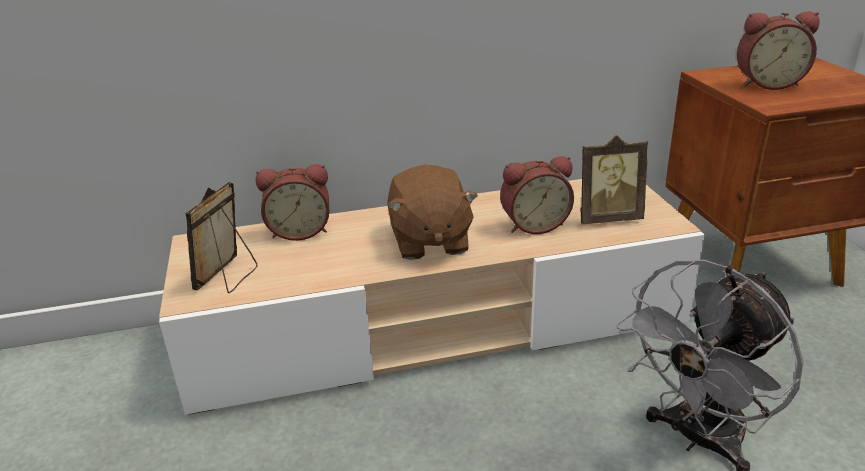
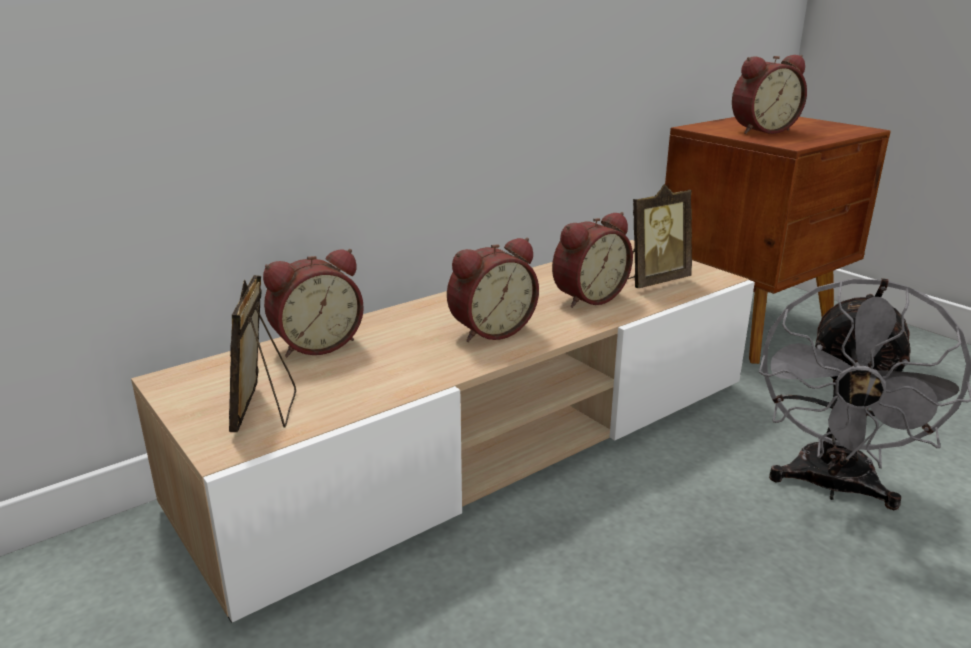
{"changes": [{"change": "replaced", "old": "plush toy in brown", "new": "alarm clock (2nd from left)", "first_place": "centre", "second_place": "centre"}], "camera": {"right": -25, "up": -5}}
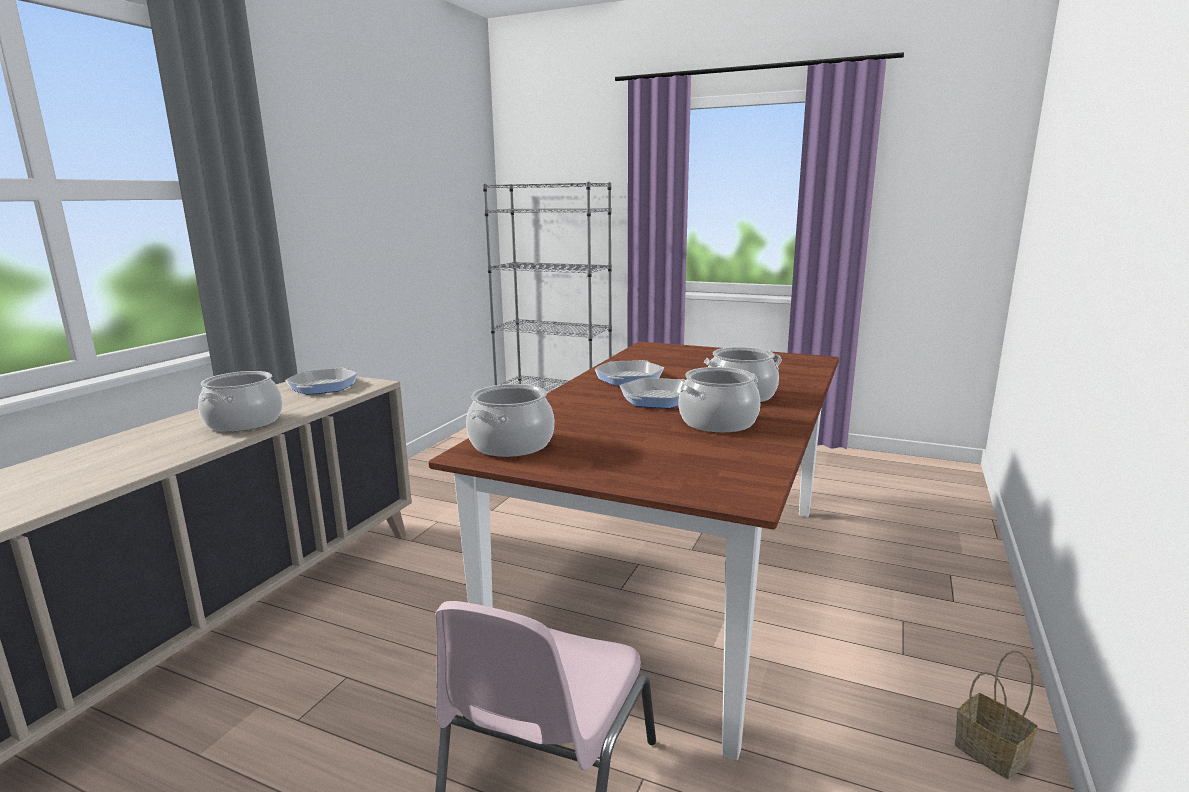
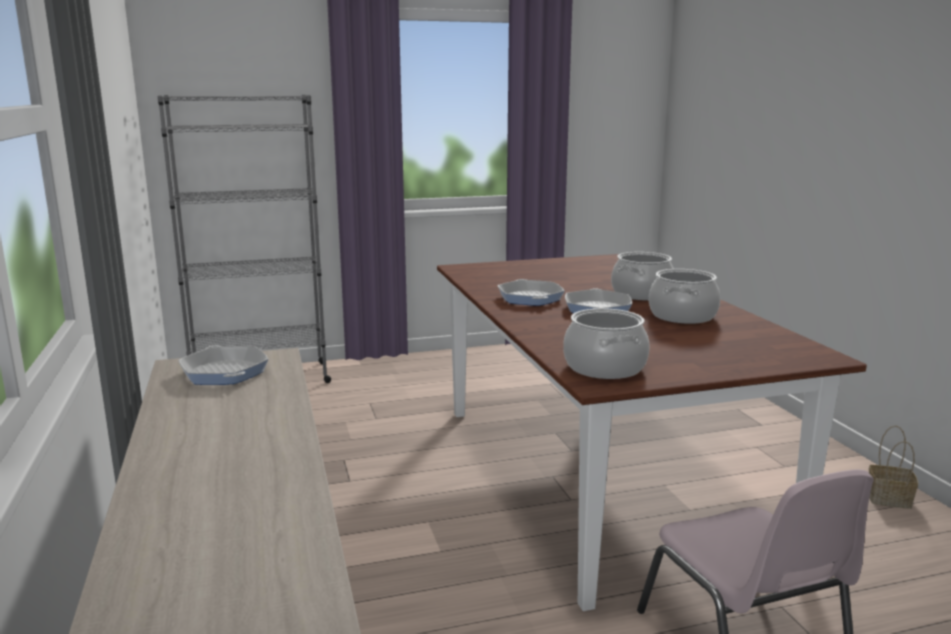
{"changes": [{"change": "removed", "old": "cooking pot (1st from left)", "first_place": "middle left"}], "camera": {"right": -40, "up": 0}}
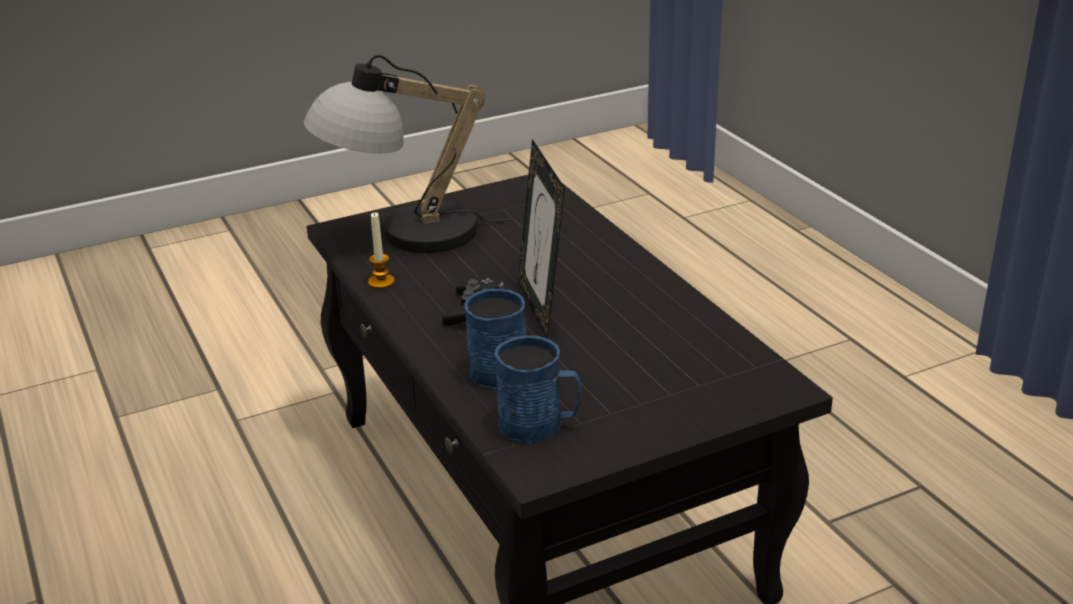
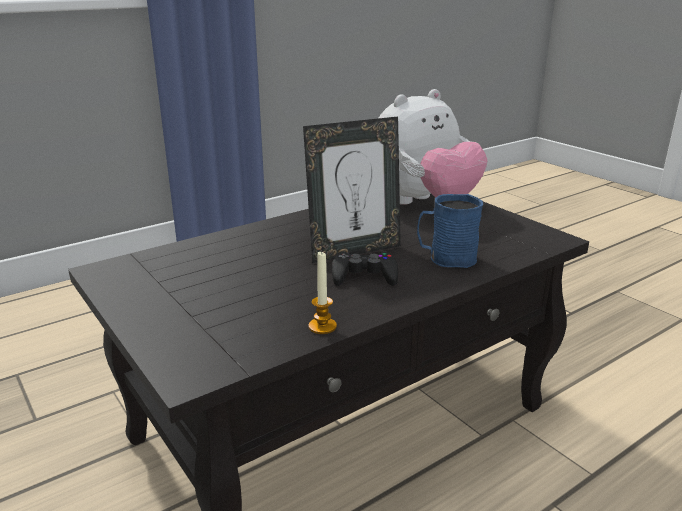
{"changes": [{"change": "removed", "old": "table lamp", "first_place": "top centre"}, {"change": "removed", "old": "mug in blue (2nd from left)", "first_place": "centre"}, {"change": "added", "new": "plush toy", "second_place": "top centre"}], "camera": {"right": -100, "up": -5}}
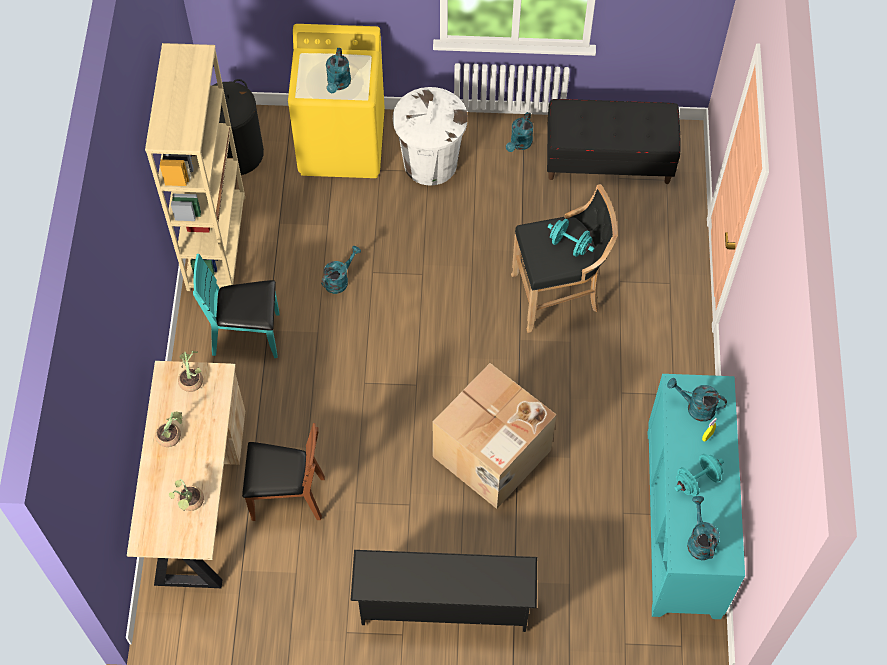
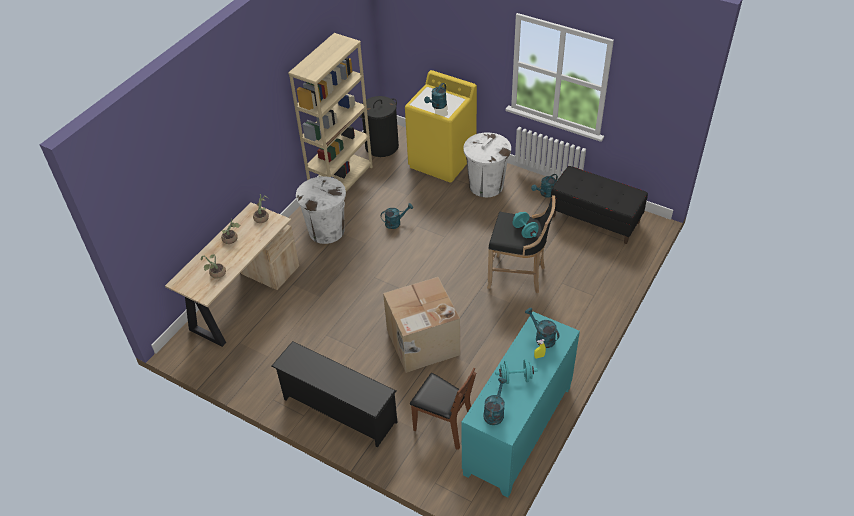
{"changes": [{"change": "replaced", "old": "chair in turquoise", "new": "trash can in white (1st from left)", "first_place": "middle left", "second_place": "centre"}, {"change": "moved", "old": "chair in brown", "first_place": "bottom left", "second_place": "bottom centre"}], "camera": {"right": 30, "up": -15}}
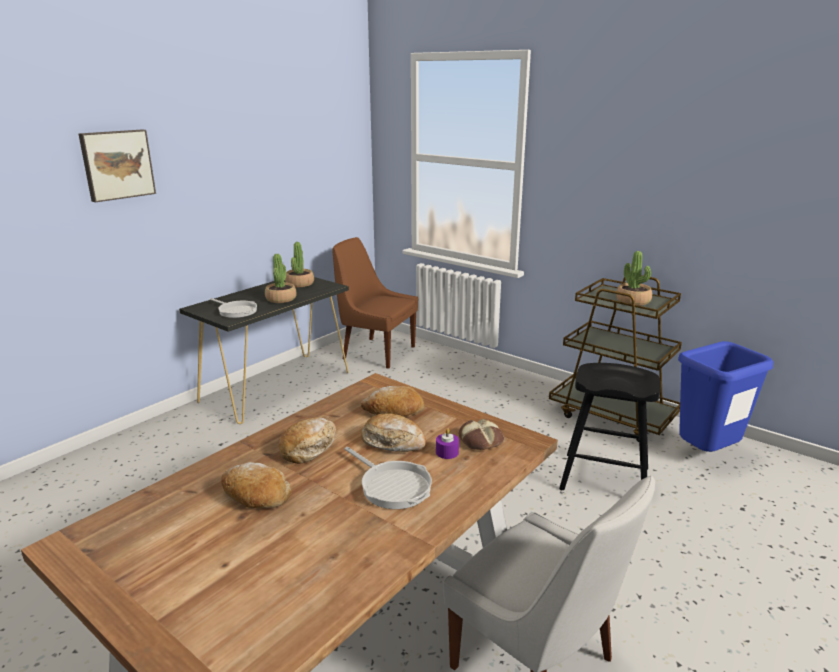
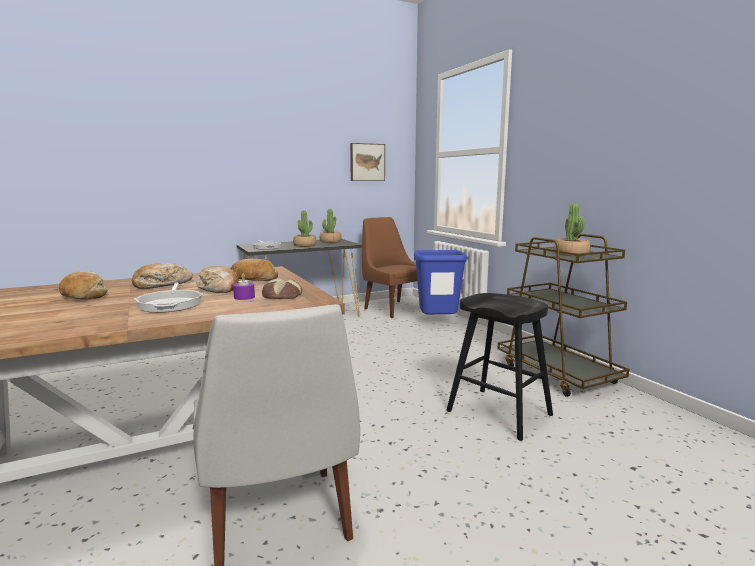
{"changes": [{"change": "moved", "old": "picture", "first_place": "top left", "second_place": "top centre"}, {"change": "moved", "old": "trash can in blue", "first_place": "middle right", "second_place": "centre"}], "camera": {"right": 25, "up": -10}}
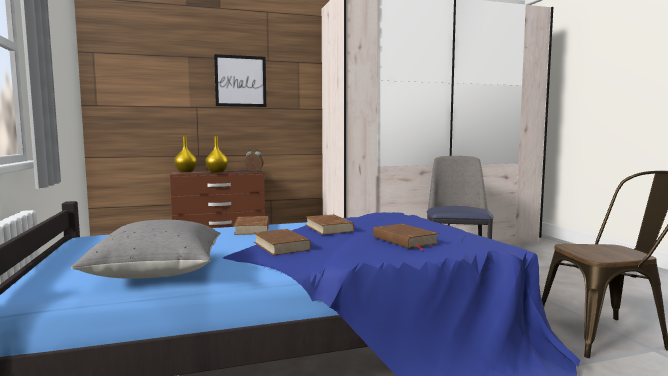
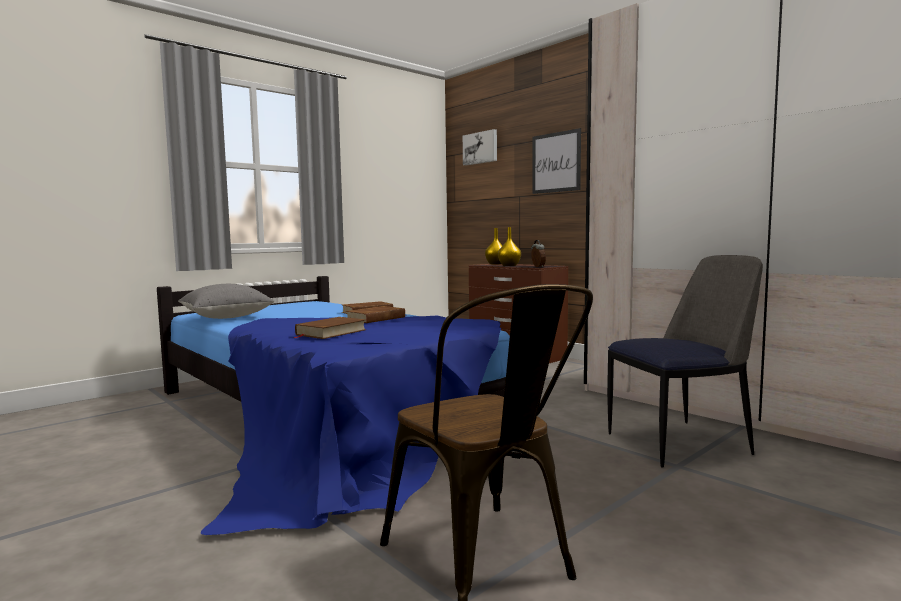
{"changes": [{"change": "removed", "old": "book in brown (2nd from left)", "first_place": "centre"}, {"change": "added", "new": "picture (1st from left)", "second_place": "top centre"}], "camera": {"right": 65, "up": 0}}
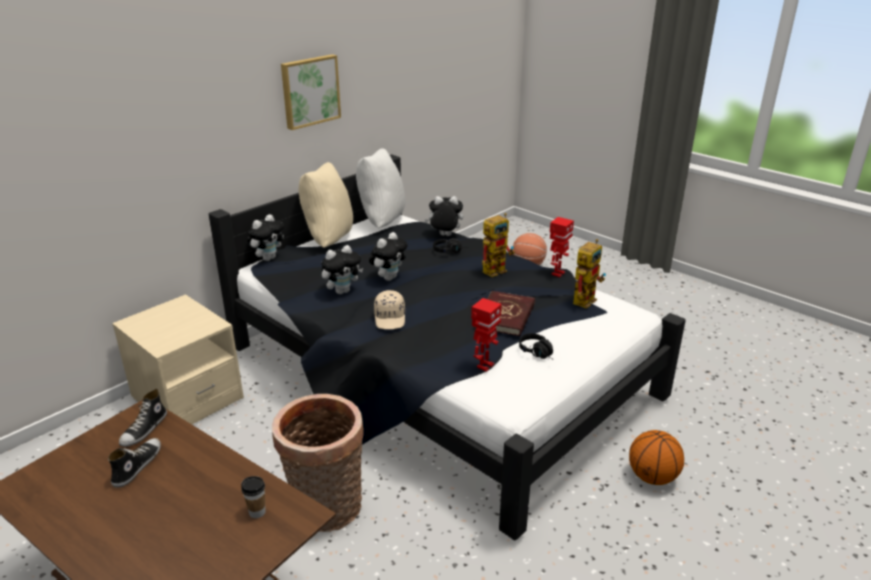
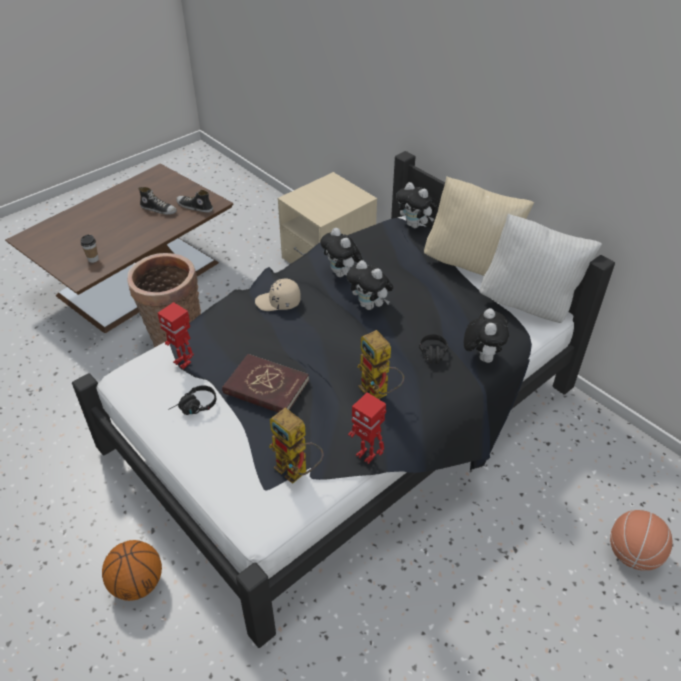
{"changes": [{"change": "removed", "old": "picture", "first_place": "top centre"}], "camera": {"right": 95, "up": 15}}
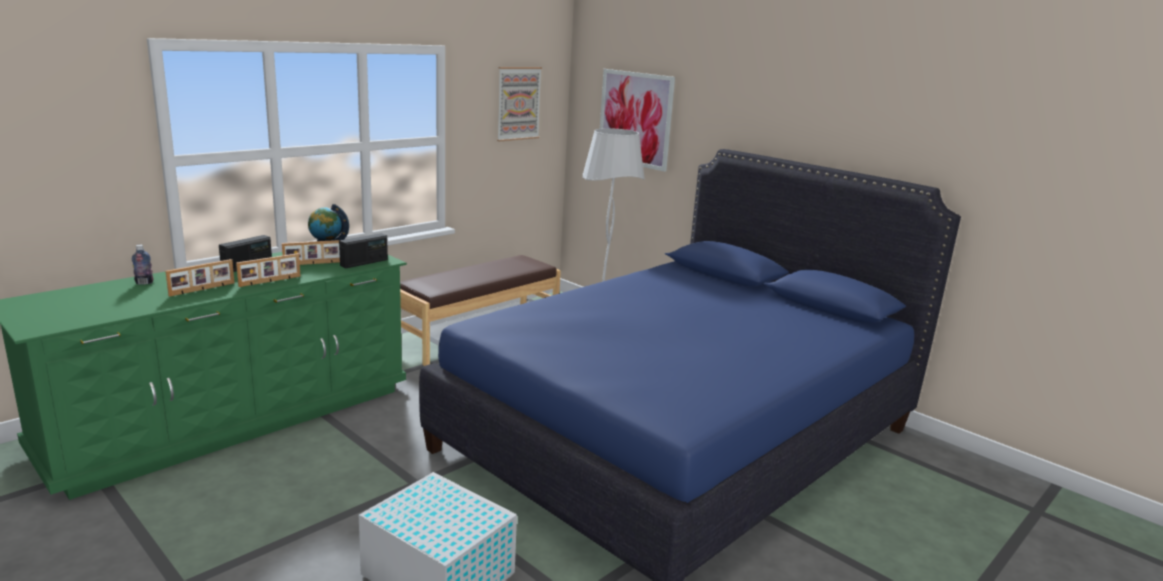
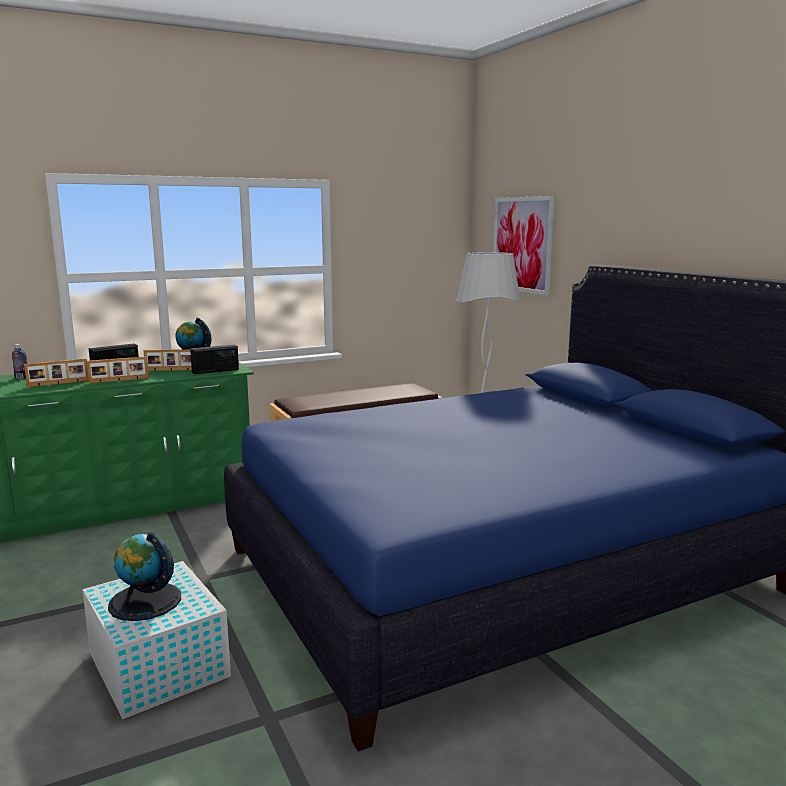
{"changes": [{"change": "removed", "old": "picture (1st from left)", "first_place": "top centre"}, {"change": "added", "new": "globe (1st from left)", "second_place": "bottom left"}], "camera": {"right": 20, "up": -5}}
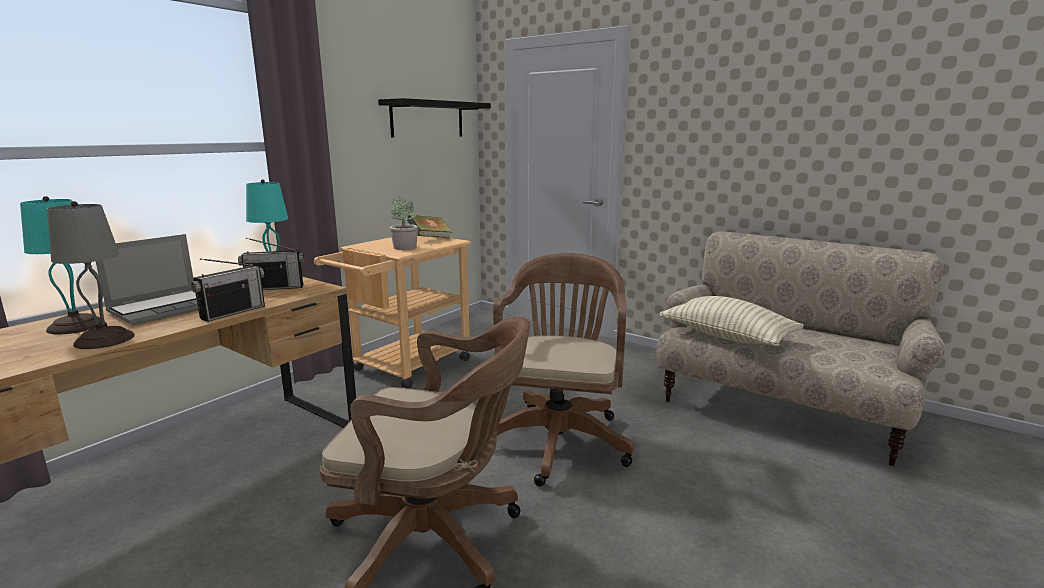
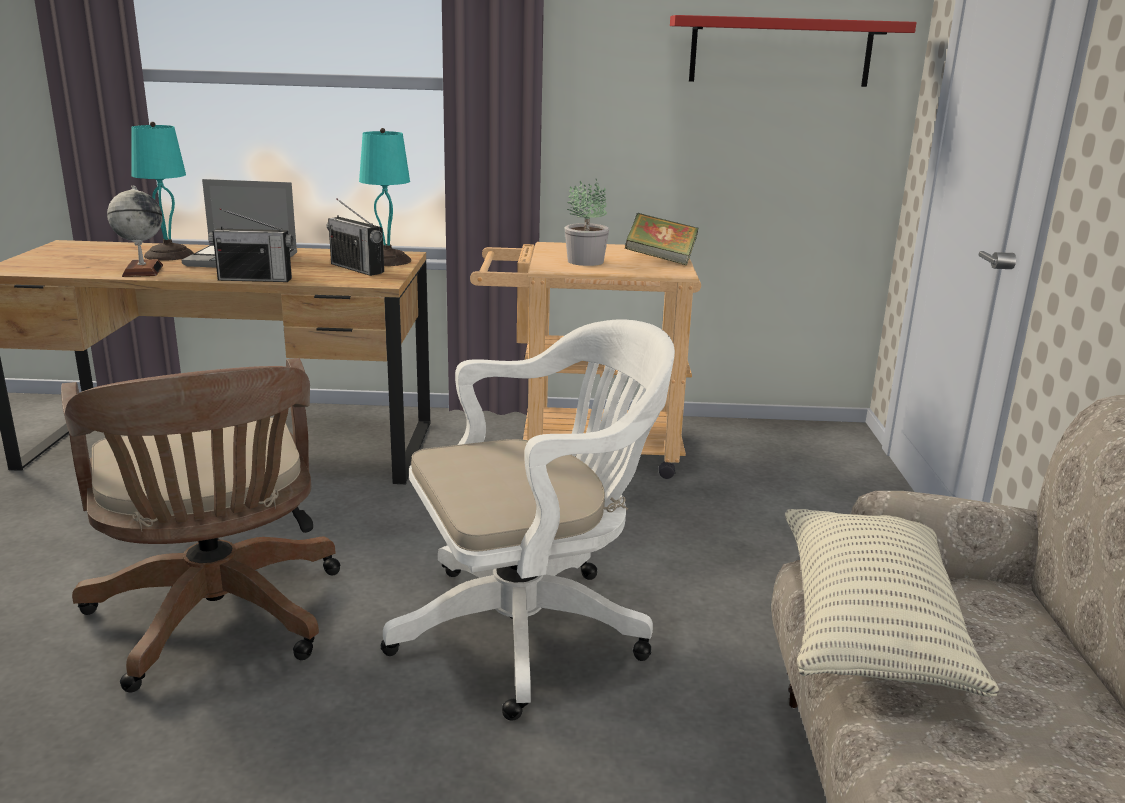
{"changes": [{"change": "recoloured", "old": "shelf in black", "new": "shelf in red", "first_place": "top centre", "second_place": "top right"}, {"change": "replaced", "old": "table lamp in grey", "new": "globe", "first_place": "middle left", "second_place": "top left"}, {"change": "recoloured", "old": "office chair in brown (2nd from left)", "new": "office chair in white", "first_place": "centre", "second_place": "centre"}], "camera": {"right": 55, "up": 5}}
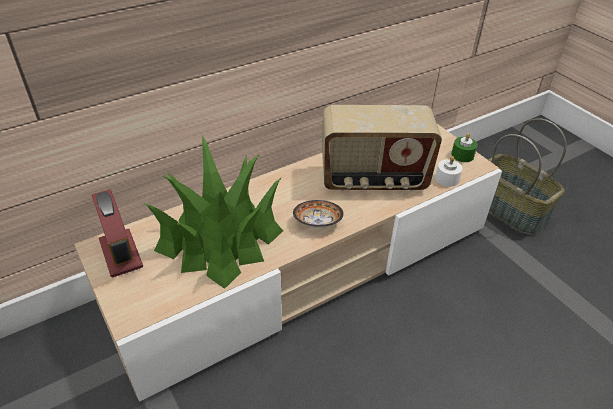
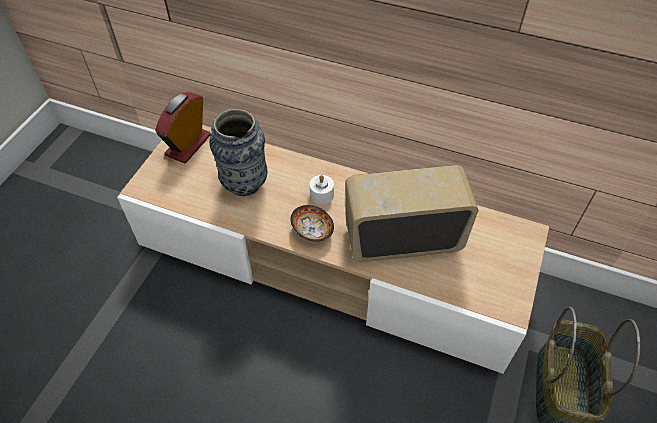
{"changes": [{"change": "turned", "old": "radio", "first_place": "centre", "second_place": "centre", "degrees": 120}, {"change": "removed", "old": "candle in green", "first_place": "middle right"}, {"change": "replaced", "old": "potted plant", "new": "vase", "first_place": "centre", "second_place": "centre"}, {"change": "moved", "old": "candle in white", "first_place": "middle right", "second_place": "centre"}], "camera": {"right": 55, "up": 10}}
